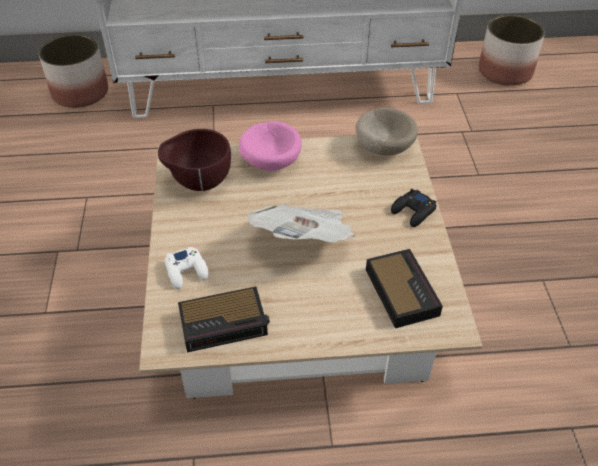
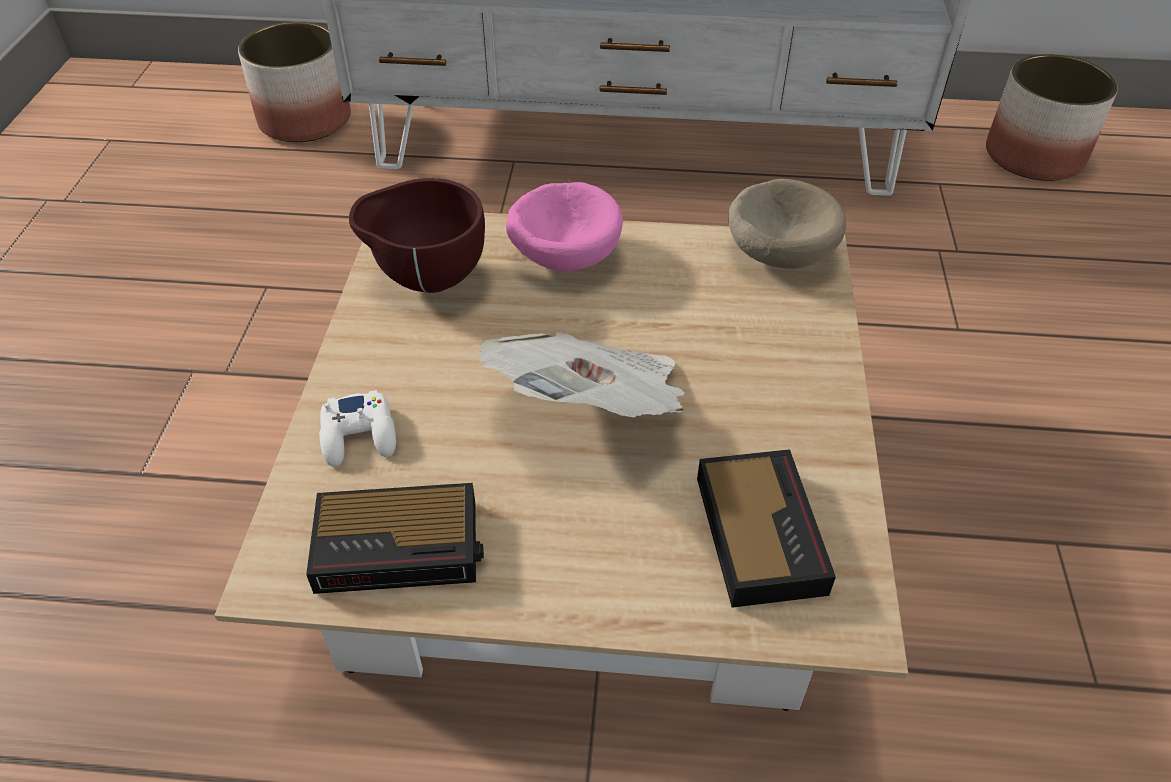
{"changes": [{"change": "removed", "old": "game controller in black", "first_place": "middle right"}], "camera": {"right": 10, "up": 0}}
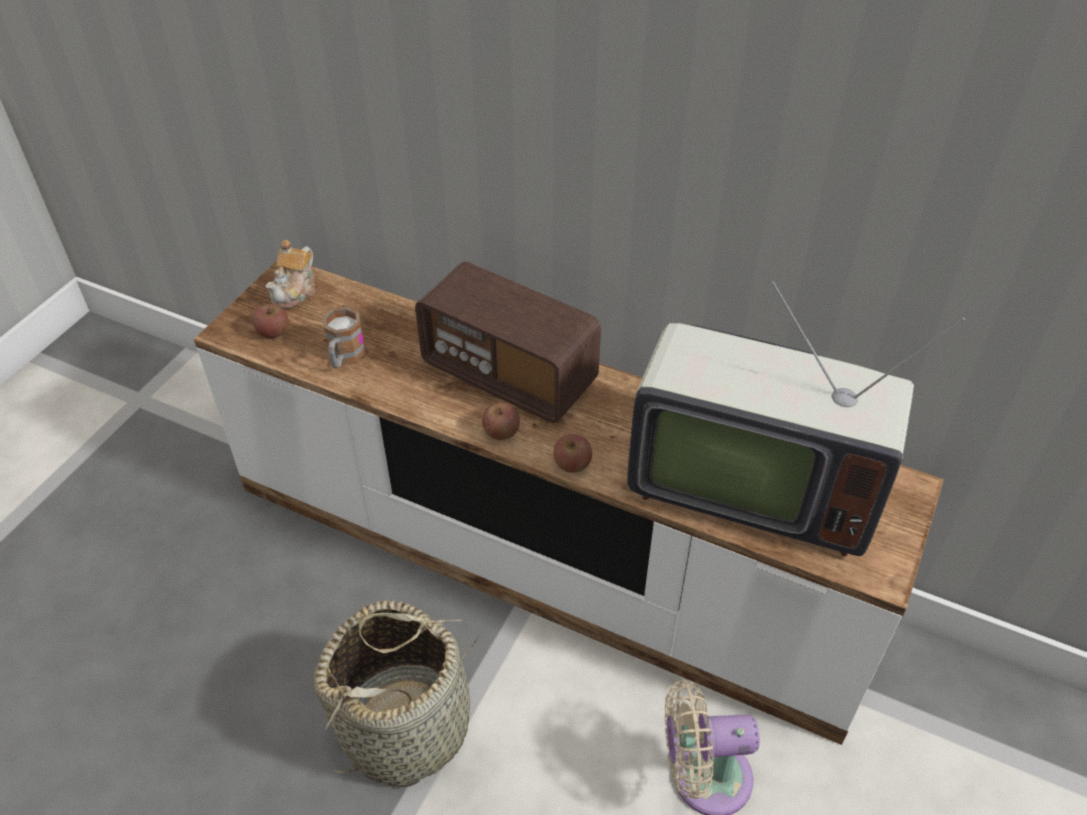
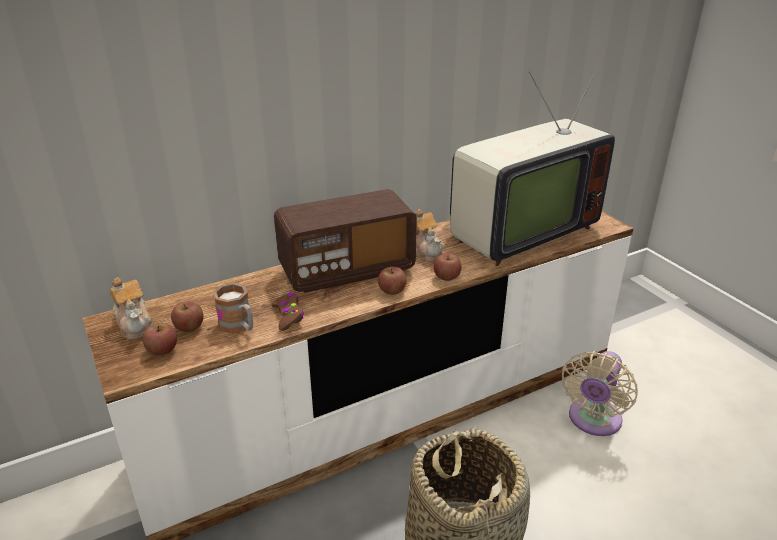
{"changes": [{"change": "added", "new": "teapot (2nd from left)", "second_place": "centre"}, {"change": "added", "new": "game controller in brown", "second_place": "centre"}, {"change": "added", "new": "apple (2nd from left)", "second_place": "middle left"}], "camera": {"right": -55, "up": -15}}
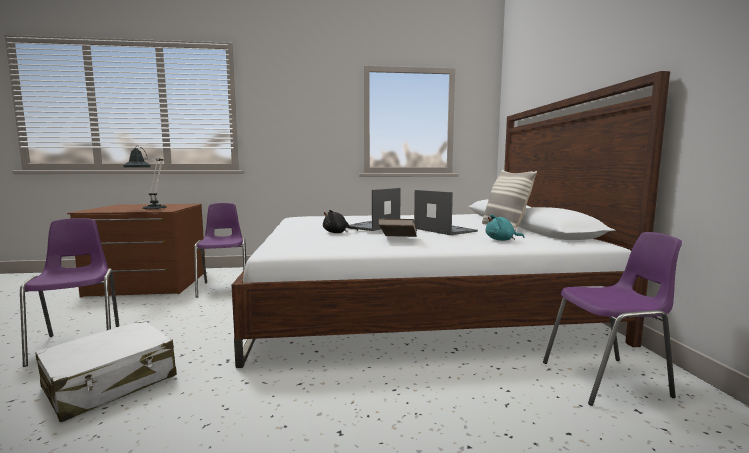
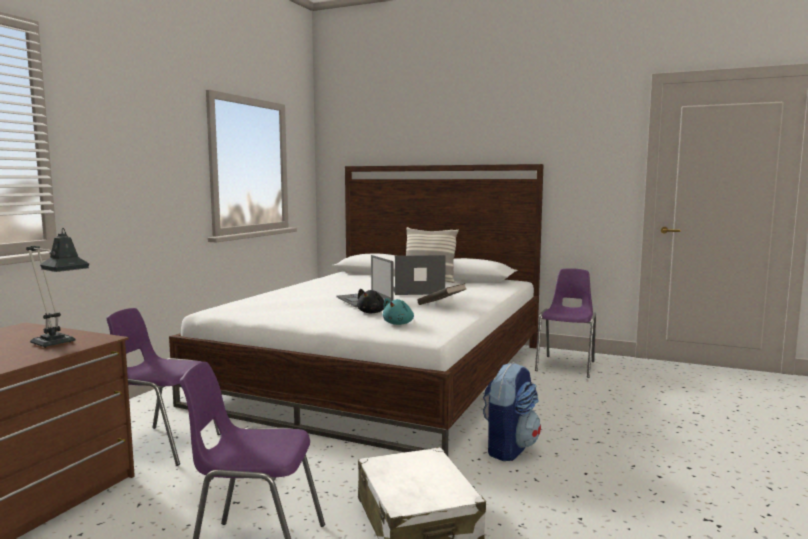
{"changes": [{"change": "moved", "old": "plush toy in turquoise", "first_place": "middle right", "second_place": "centre"}, {"change": "added", "new": "backpack", "second_place": "bottom centre"}], "camera": {"right": -60, "up": 0}}
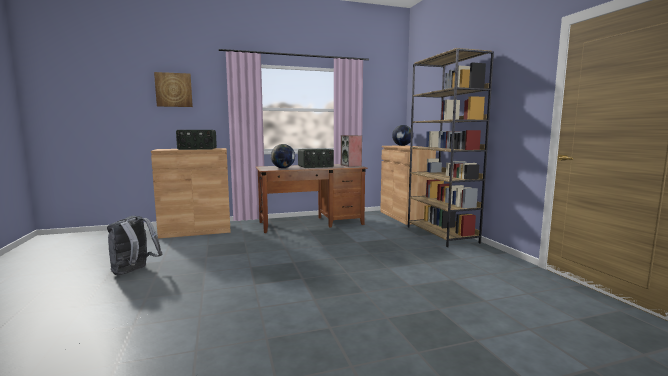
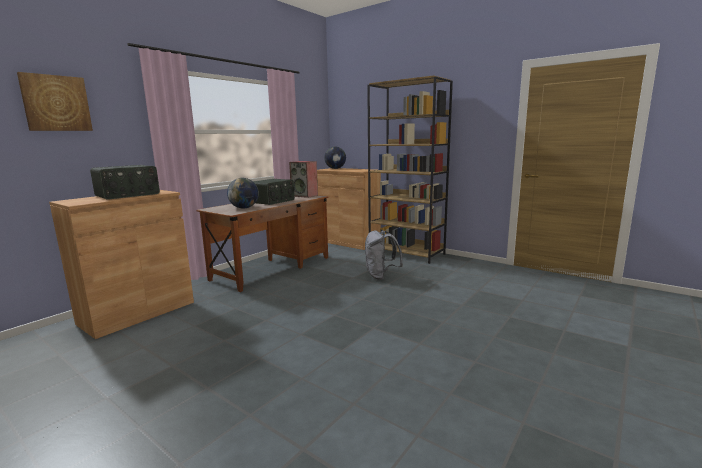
{"changes": [{"change": "moved", "old": "backpack in grey", "first_place": "middle left", "second_place": "centre"}], "camera": {"right": -35, "up": 5}}
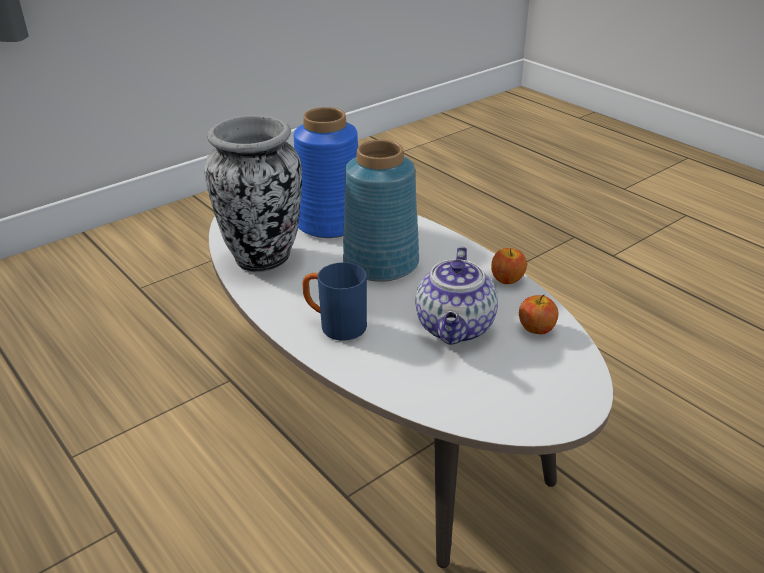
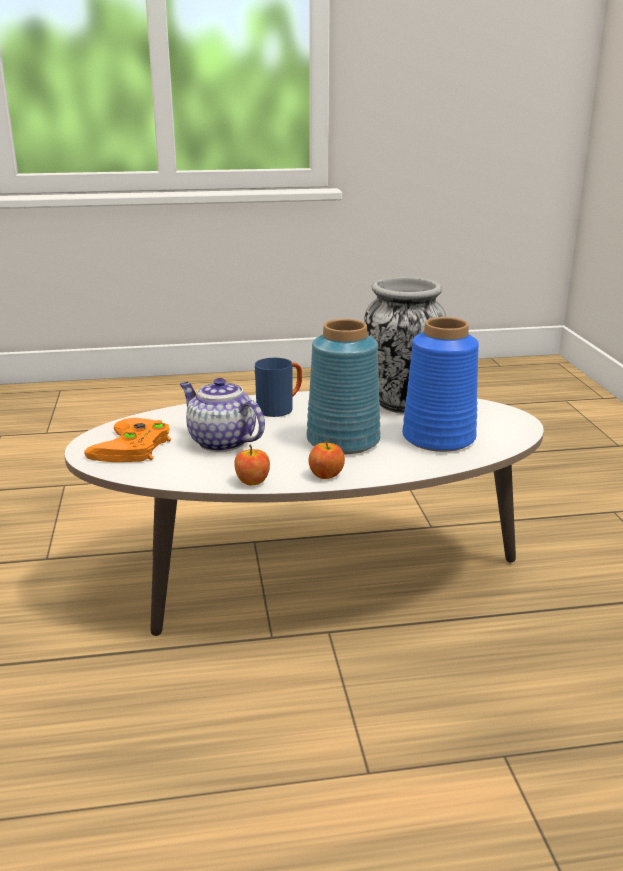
{"changes": [{"change": "moved", "old": "apple (2nd from left)", "first_place": "middle right", "second_place": "centre"}, {"change": "added", "new": "game controller in orange", "second_place": "middle left"}], "camera": {"right": 120, "up": -10}}
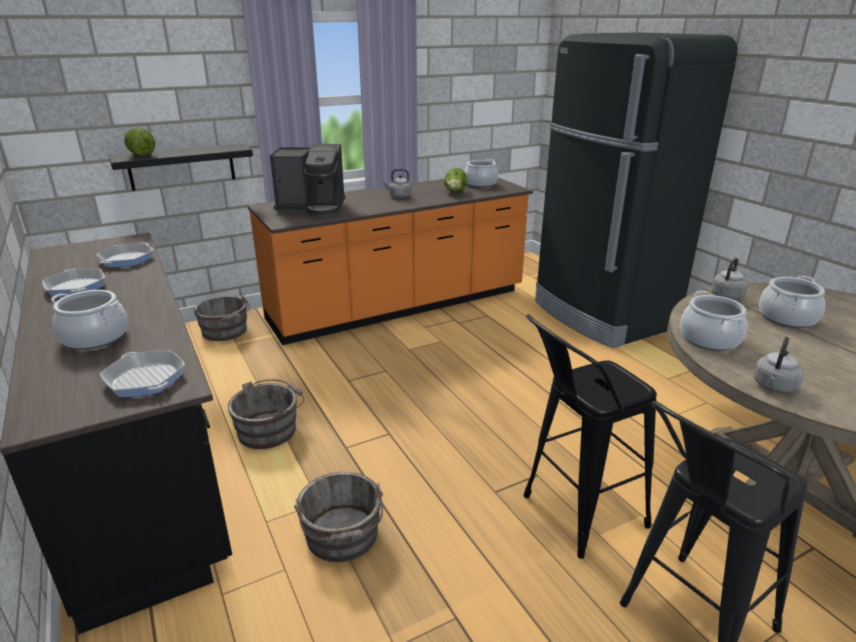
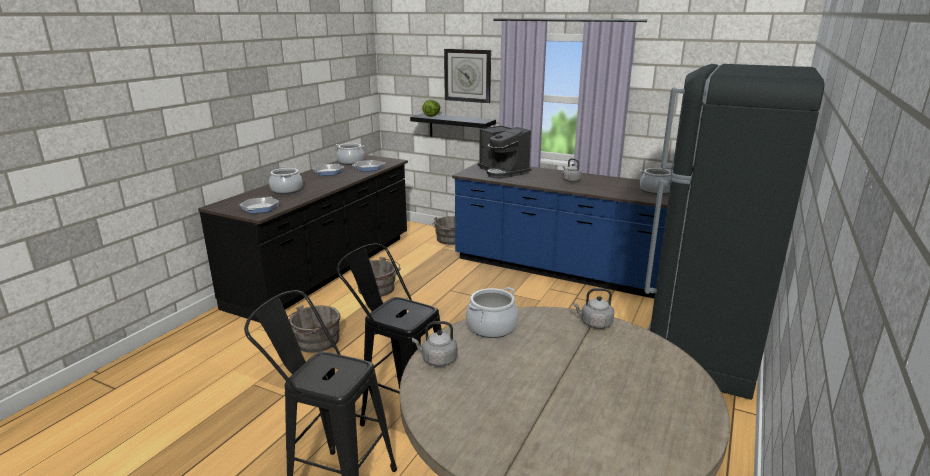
{"changes": [{"change": "removed", "old": "lettuce (2nd from left)", "first_place": "top centre"}, {"change": "recoloured", "old": "counter in orange", "new": "counter in blue", "first_place": "centre", "second_place": "centre"}, {"change": "moved", "old": "cooking pot (4th from left in the first image)", "new": "cooking pot (2nd from left)", "first_place": "middle right", "second_place": "top centre"}, {"change": "added", "new": "wall clock", "second_place": "top centre"}], "camera": {"right": 55, "up": -5}}
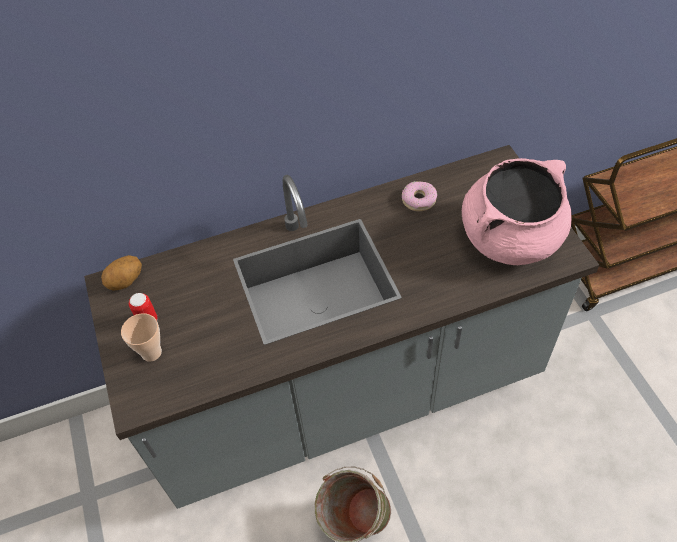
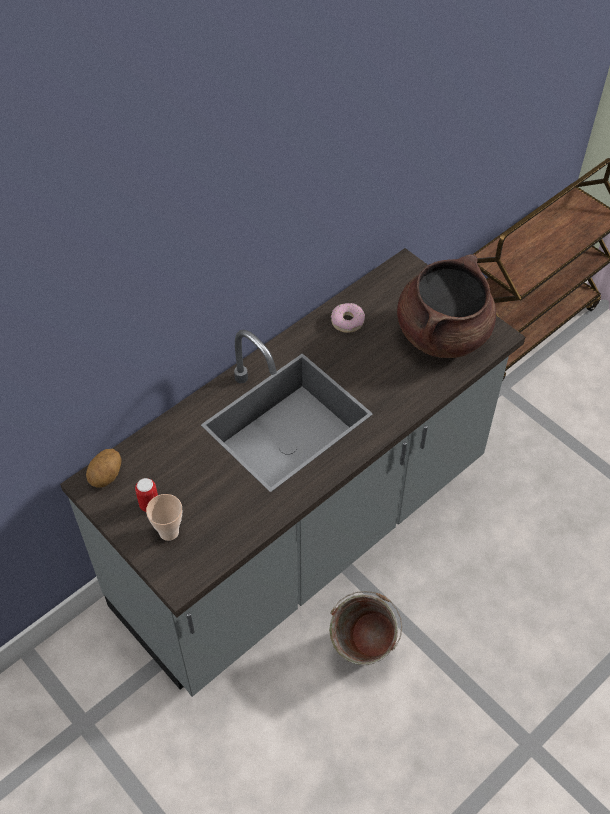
{"changes": [{"change": "recoloured", "old": "cooking pot in pink", "new": "cooking pot in brown", "first_place": "middle right", "second_place": "middle right"}], "camera": {"right": -25, "up": 0}}
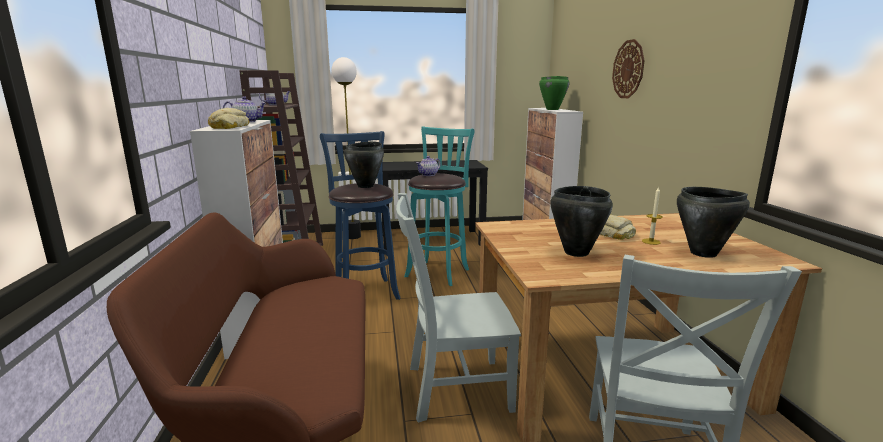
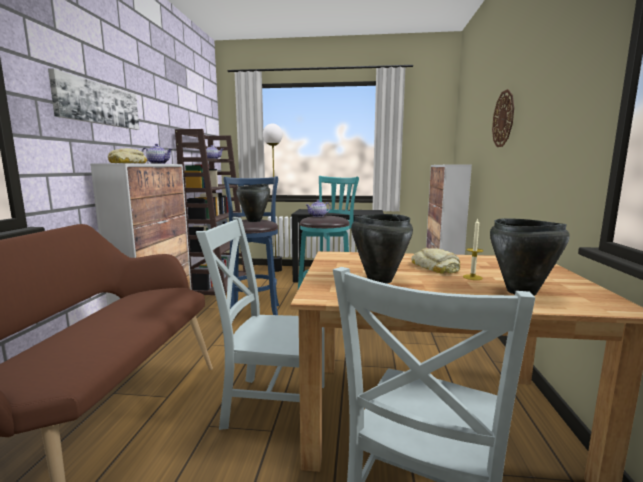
{"changes": [{"change": "removed", "old": "cooking pot in green", "first_place": "top centre"}, {"change": "added", "new": "picture", "second_place": "top left"}], "camera": {"right": 15, "up": -5}}
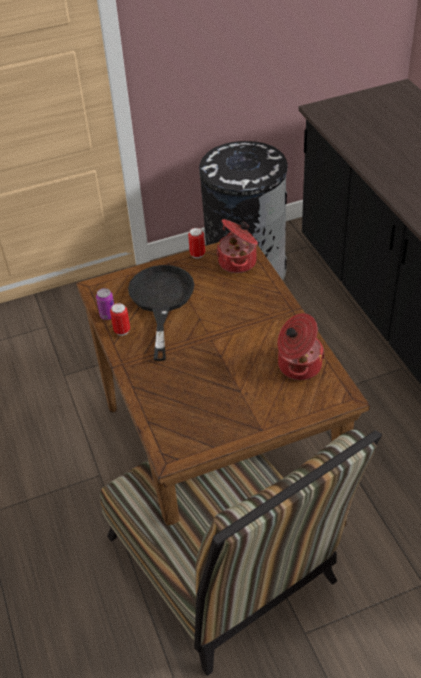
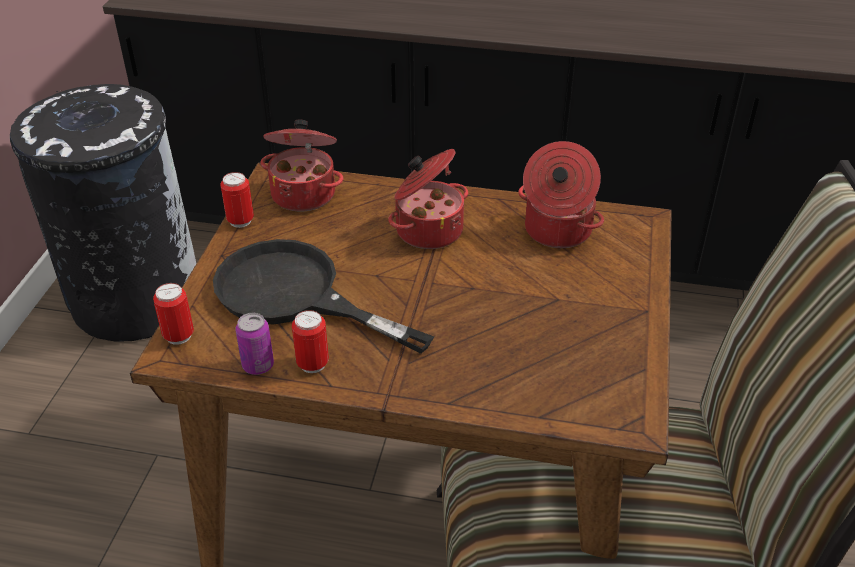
{"changes": [{"change": "added", "new": "cooking pot (2nd from left)", "second_place": "centre"}, {"change": "added", "new": "can (1st from left)", "second_place": "middle left"}], "camera": {"right": -60, "up": -5}}
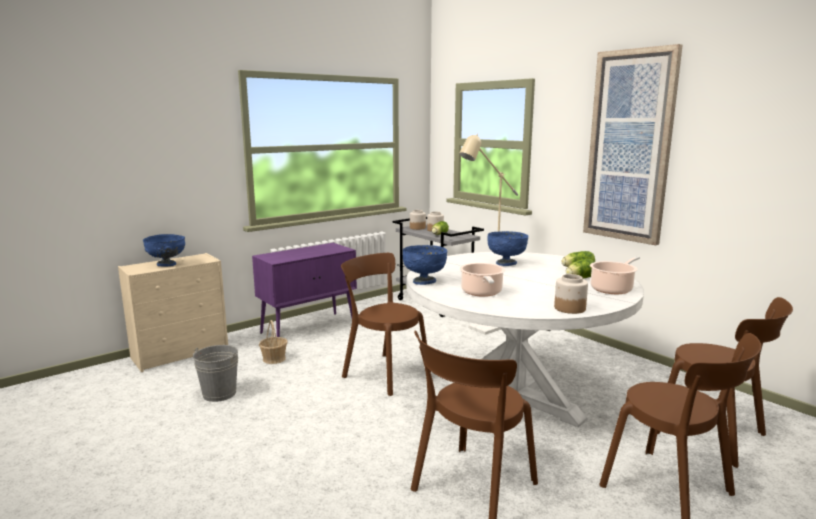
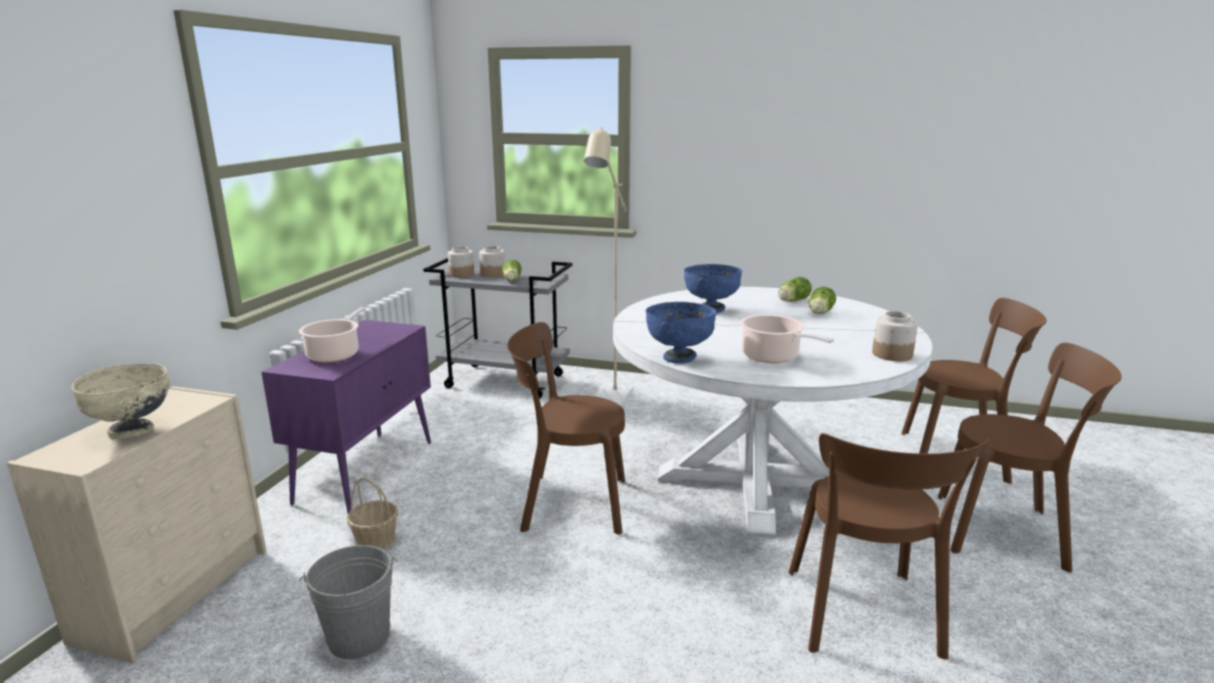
{"changes": [{"change": "removed", "old": "picture", "first_place": "top right"}, {"change": "recoloured", "old": "bowl in blue (1st from left)", "new": "bowl in beige", "first_place": "middle left", "second_place": "middle left"}, {"change": "moved", "old": "cooking pot (2nd from left in the first image)", "new": "cooking pot (1st from left)", "first_place": "middle right", "second_place": "middle left"}], "camera": {"right": -35, "up": 5}}
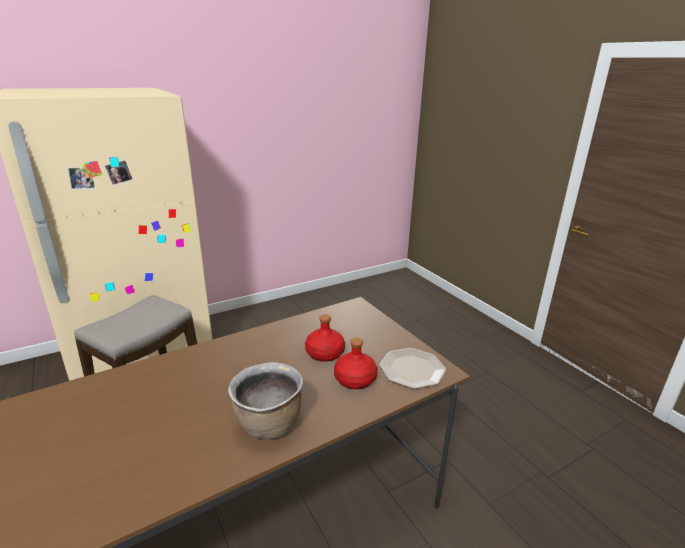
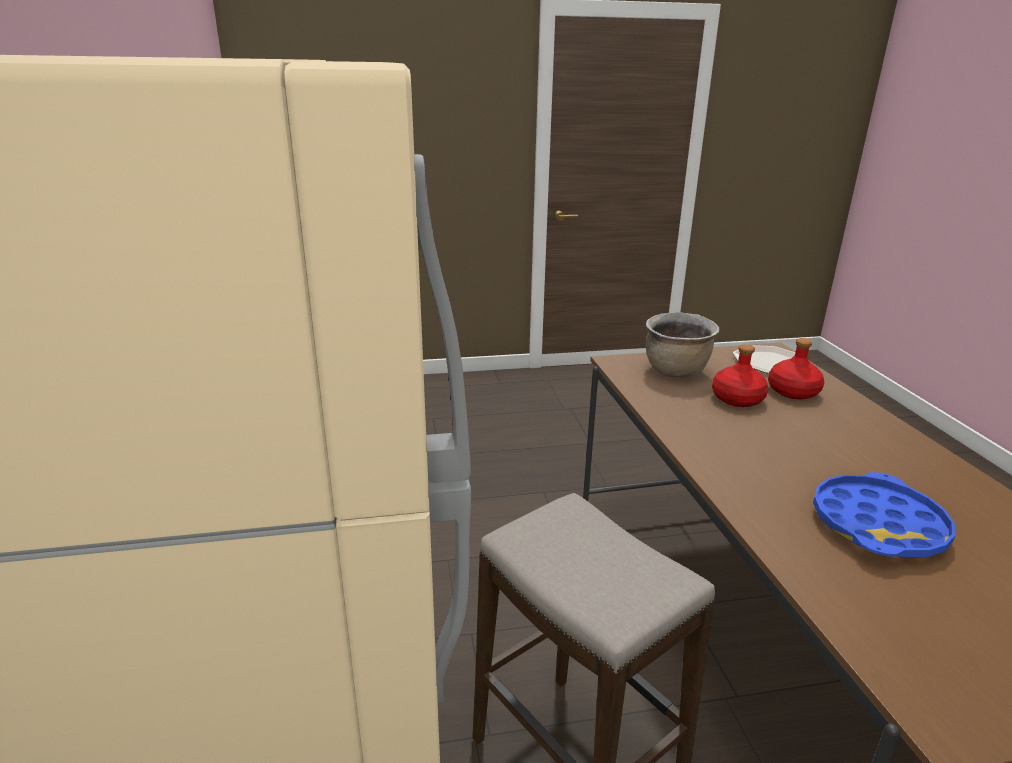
{"changes": [{"change": "moved", "old": "cooking pot in brown", "first_place": "bottom centre", "second_place": "middle right"}, {"change": "added", "new": "tray in blue", "second_place": "bottom right"}], "camera": {"right": -70, "up": 0}}
